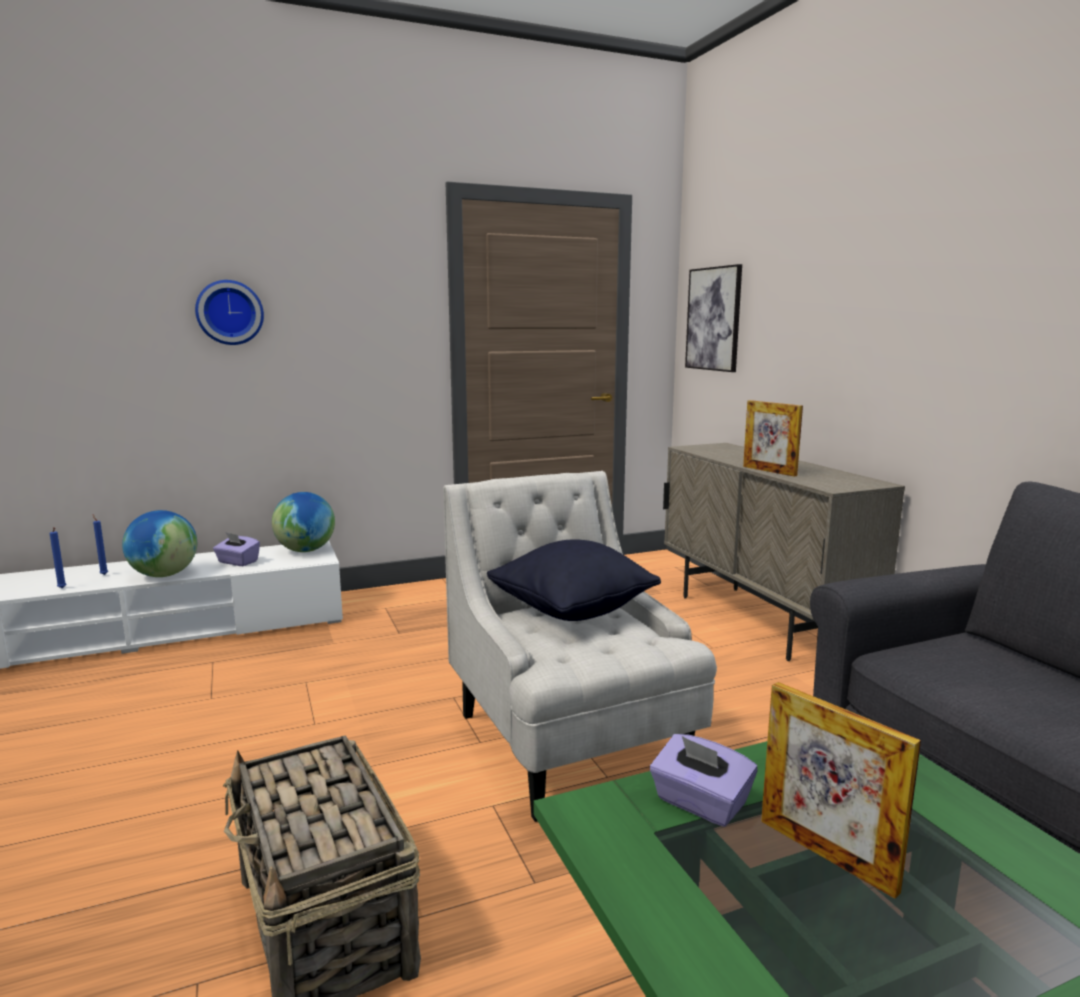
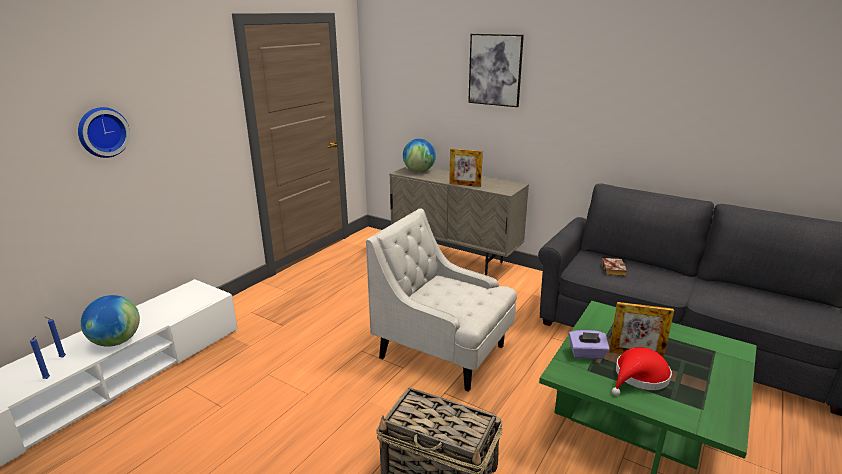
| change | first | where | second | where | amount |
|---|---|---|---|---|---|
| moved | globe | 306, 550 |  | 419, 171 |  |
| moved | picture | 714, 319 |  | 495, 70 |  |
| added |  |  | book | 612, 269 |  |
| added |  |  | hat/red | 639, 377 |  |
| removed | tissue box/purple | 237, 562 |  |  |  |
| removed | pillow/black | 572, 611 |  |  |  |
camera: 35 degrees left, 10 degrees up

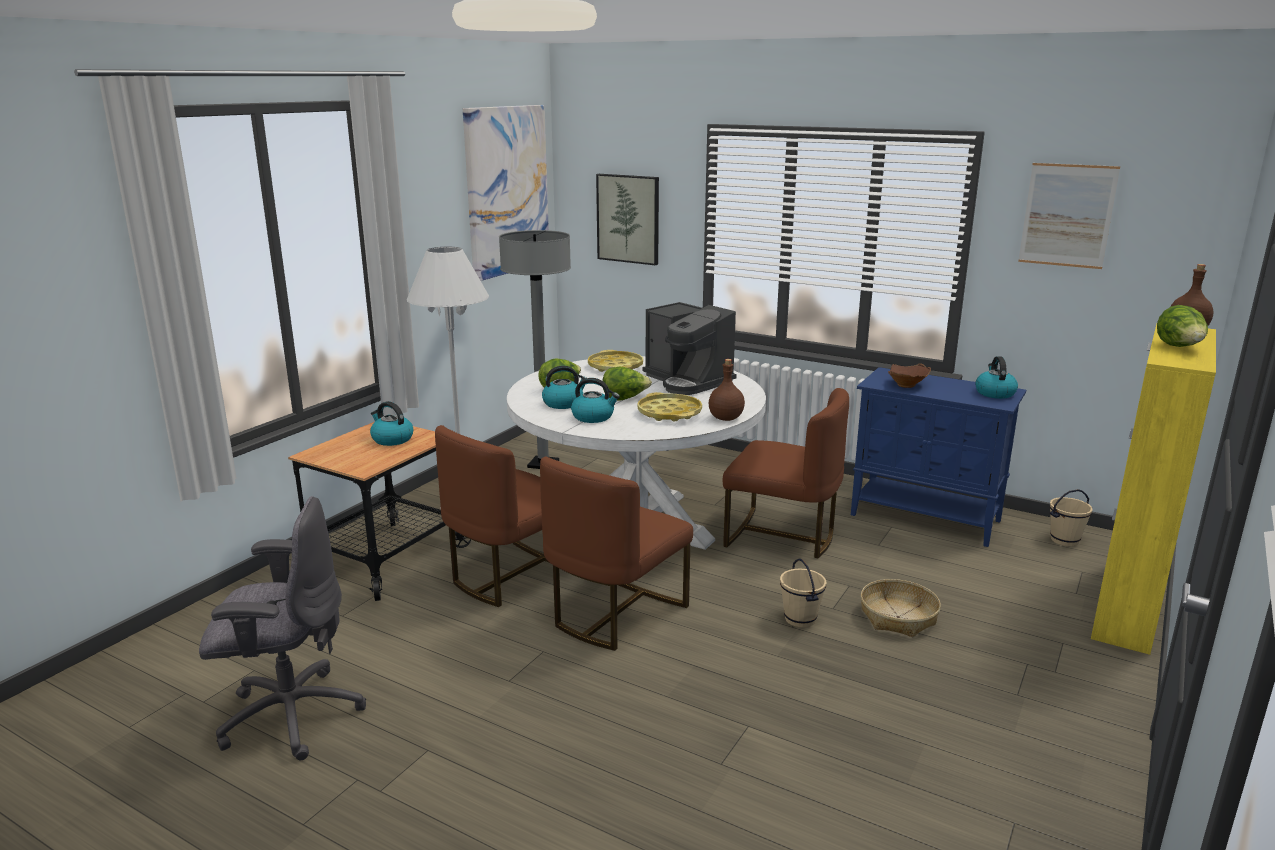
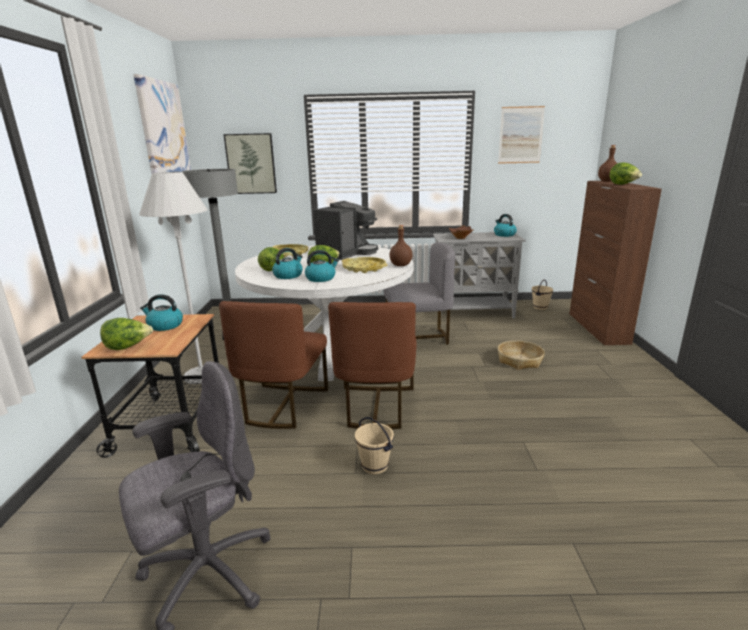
| change | first | where | second | where | amount |
|---|---|---|---|---|---|
| added |  |  | lettuce | 128, 347 |  |
| turned | coffee machine | 688, 381 |  | 346, 253 | 75 degrees counterclockwise |
| moved | bucket/beige | 800, 619 |  | 375, 465 |  |
| recoloured | chair/brown | 781, 536 | chair/grey | 417, 338 |  |
| recoloured | cabinet/blue | 926, 518 | cabinet/grey | 473, 312 |  |
| recoloured | cabinet/yellow | 1126, 607 | cabinet/brown | 598, 328 |  |
camera: 30 degrees left, 0 degrees up

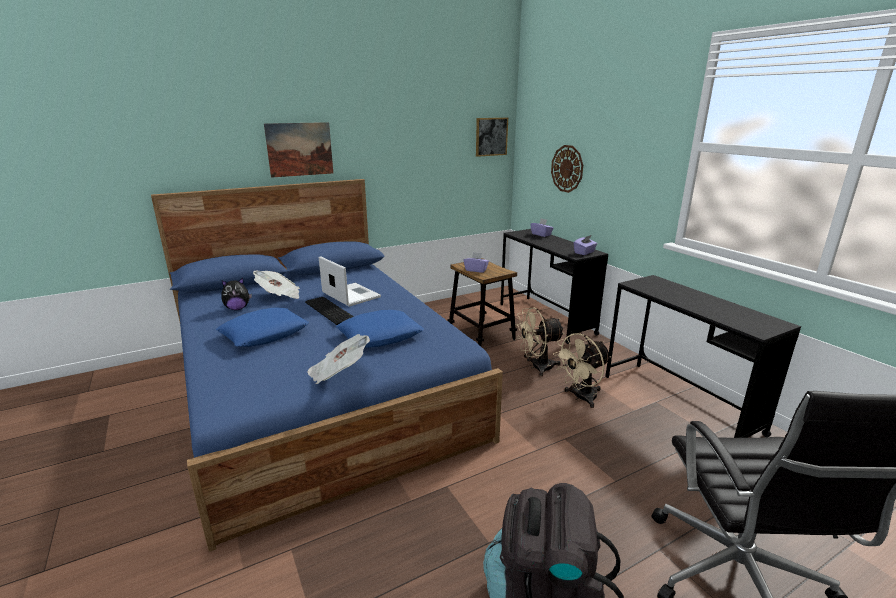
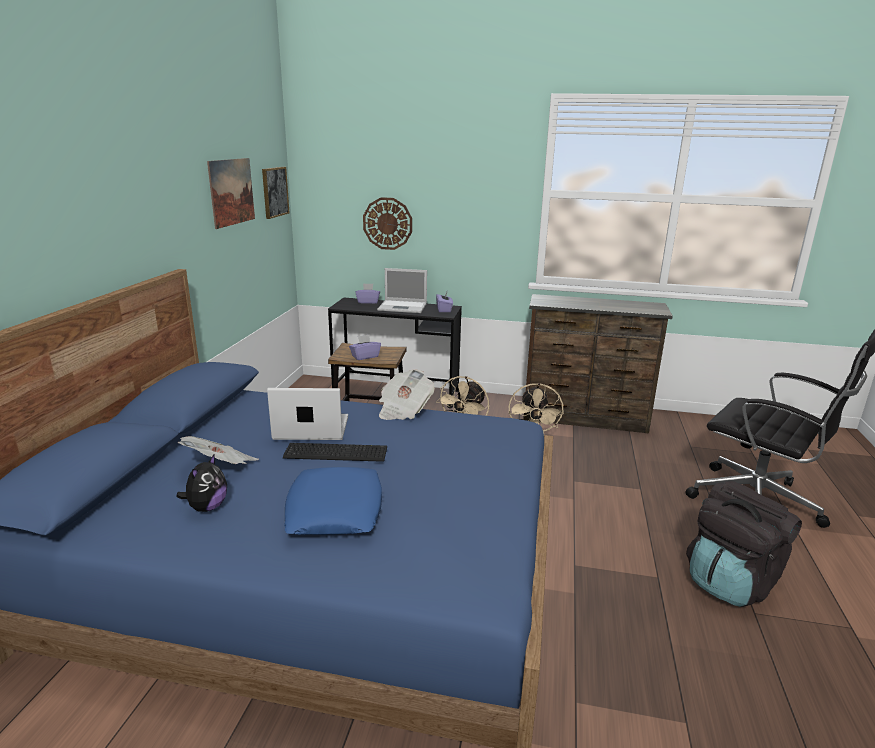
| change | first | where | second | where | amount |
|---|---|---|---|---|---|
| moved | picture | 300, 149 |  | 231, 192 |  |
| added |  |  | laptop | 403, 307 |  |
| moved | newspaper | 338, 373 |  | 403, 410 |  |
| replaced | desk/black | 679, 403 | dresser/brown | 585, 419 |  |
| removed | pillow/blue | 379, 336 |  |  |  |
camera: 50 degrees left, 0 degrees up

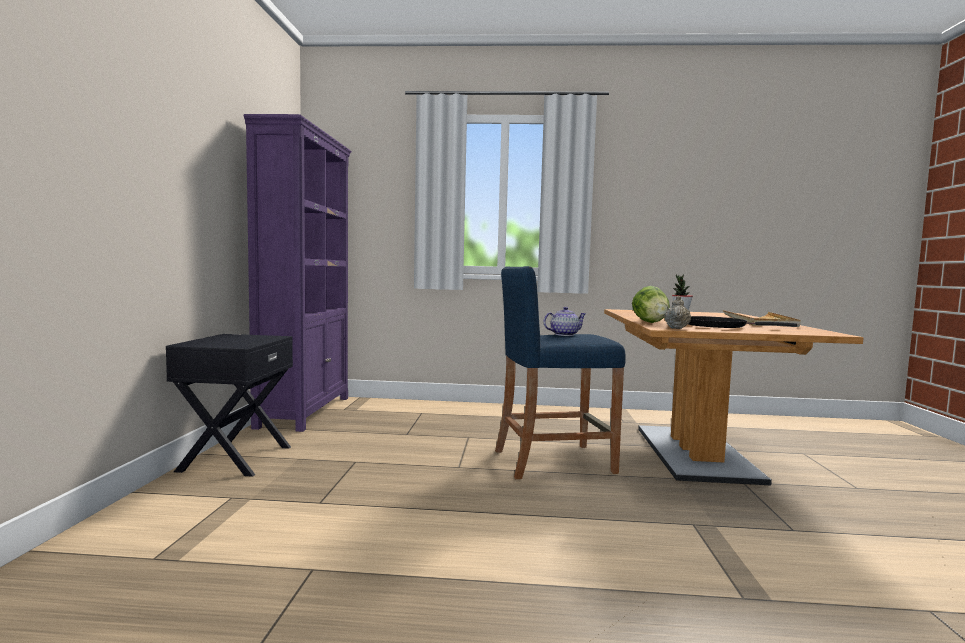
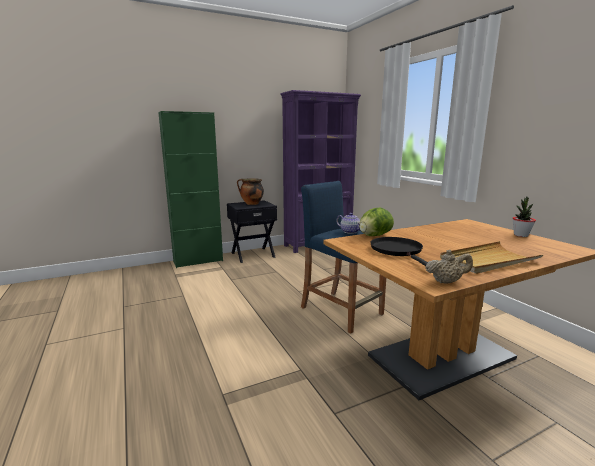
| change | first | where | second | where | amount |
|---|---|---|---|---|---|
| added |  |  | cabinet/green | 198, 261 |  |
| added |  |  | cooking pot | 251, 204 |  |
| moved | teapot/beige | 677, 328 |  | 446, 281 |  |
camera: 60 degrees right, 10 degrees up

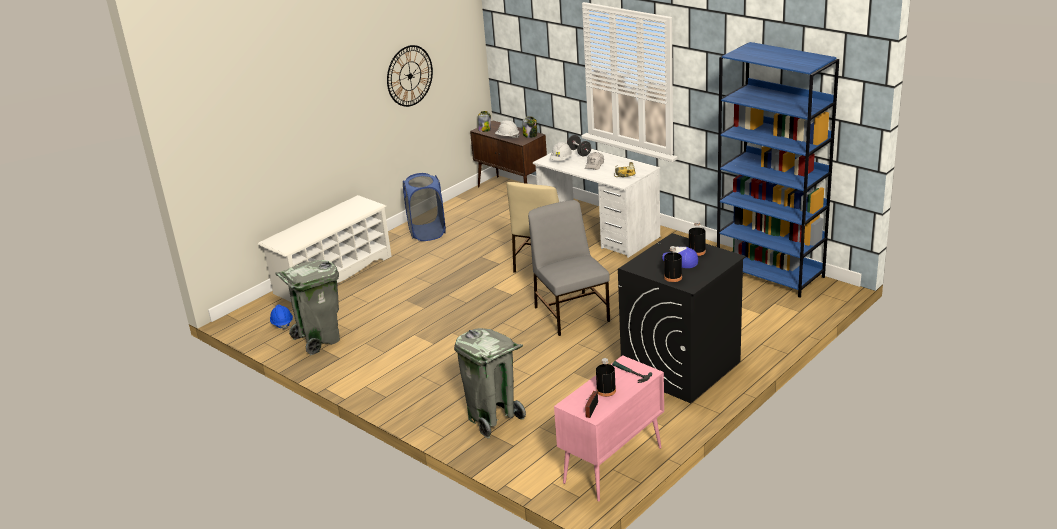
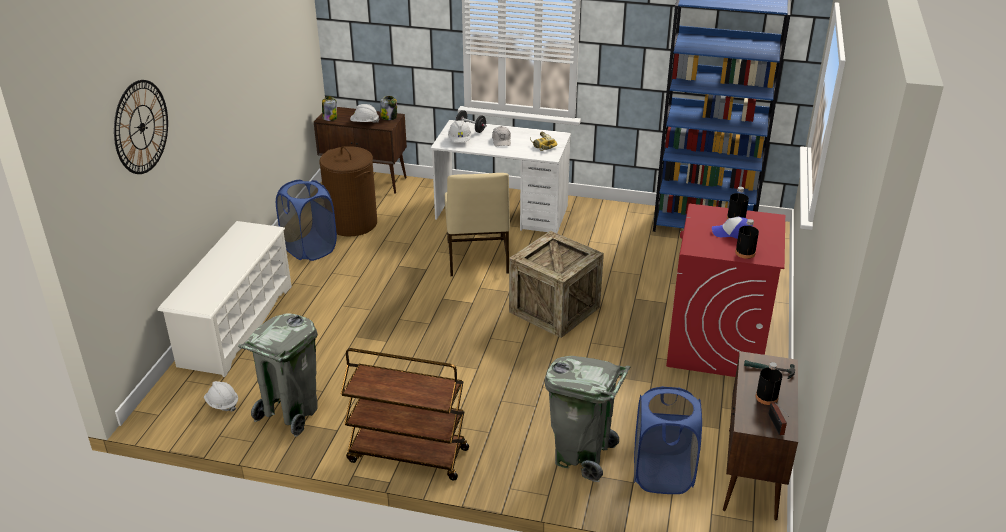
| change | first | where | second | where | amount |
|---|---|---|---|---|---|
| moved | wall clock | 410, 76 |  | 141, 127 |  |
| recoloured | hard hat/blue | 282, 323 | hard hat/white | 222, 404 |  |
| added |  |  | laundry basket/brown | 352, 223 |  |
| added |  |  | cart/brown | 407, 455 |  |
| replaced | chair/grey | 571, 313 | crate | 554, 309 |  |
| added |  |  | laundry basket/blue | 662, 474 |  |
| recoloured | washing machine/black | 681, 368 | washing machine/red | 716, 345 |  |
| recoloured | cabinet/pink | 612, 466 | cabinet/brown | 752, 474 |  |
camera: 30 degrees left, 5 degrees up

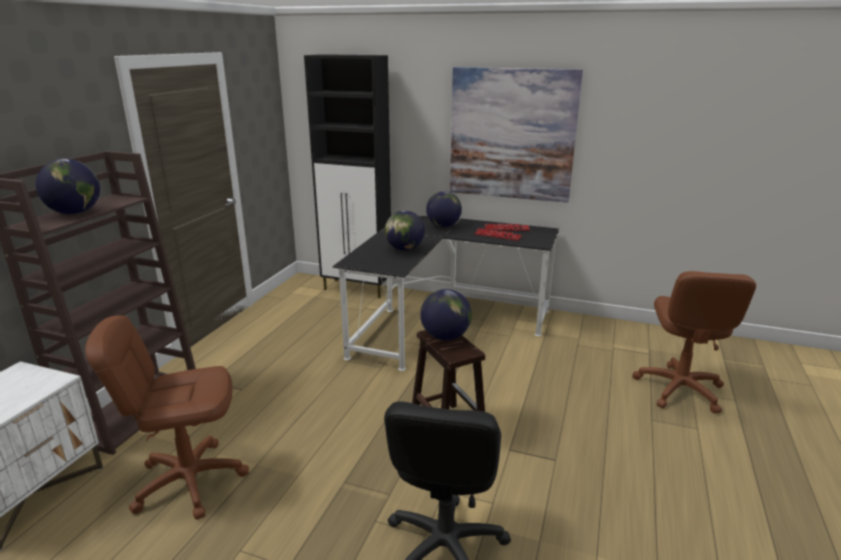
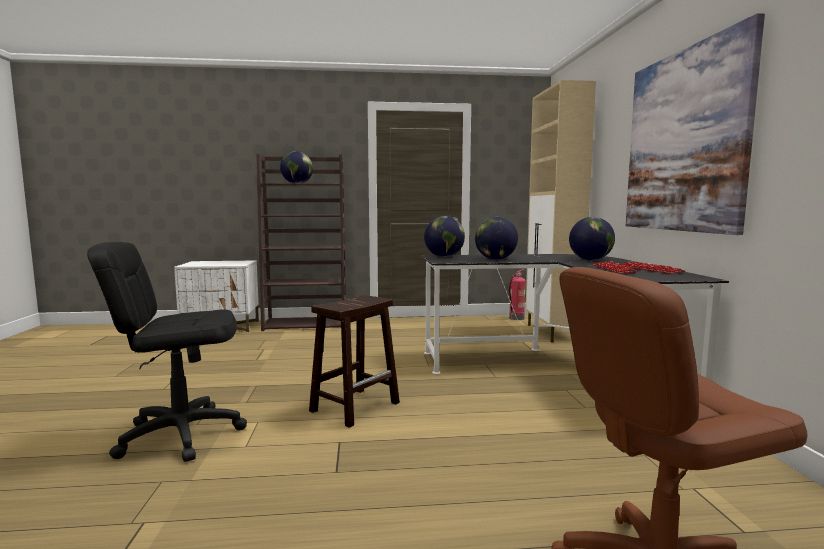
| change | first | where | second | where | amount |
|---|---|---|---|---|---|
| moved | globe | 445, 337 |  | 444, 257 |  |
| added |  |  | fire extinguisher | 516, 318 |  |
| recoloured | cabinet/black | 357, 289 | cabinet/beige | 552, 333 |  |
| removed | office chair/brown | 189, 481 |  |  |  |
camera: 65 degrees right, 15 degrees down

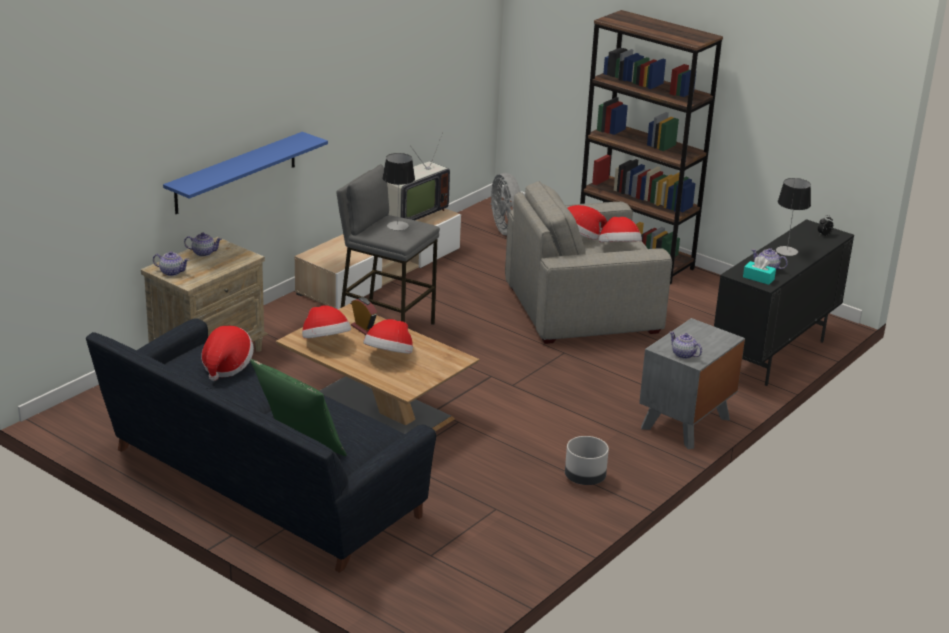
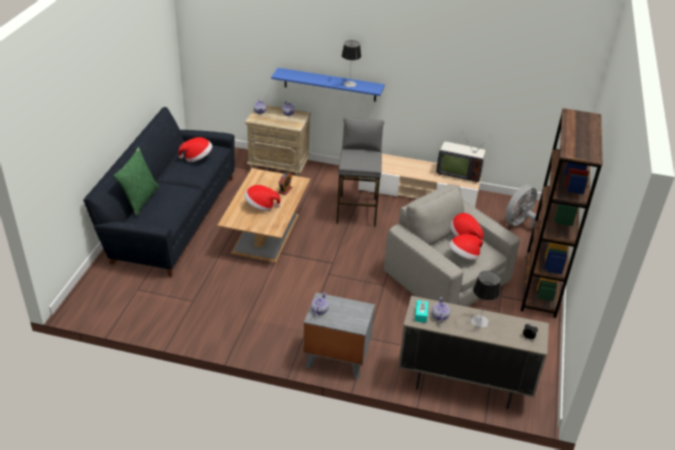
| change | first | where | second | where | amount |
|---|---|---|---|---|---|
| moved | table lamp | 397, 226 |  | 349, 84 |  |
| recoloured | cabinet/black | 774, 355 | cabinet/beige | 463, 385 |  |
| removed | hat | 325, 342 |  |  |  |
| removed | planter/grey | 584, 479 |  |  |  |
camera: 65 degrees right, 10 degrees up

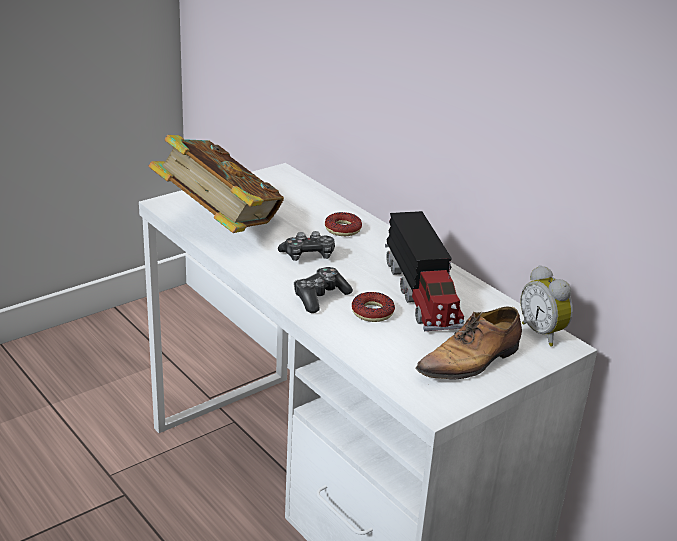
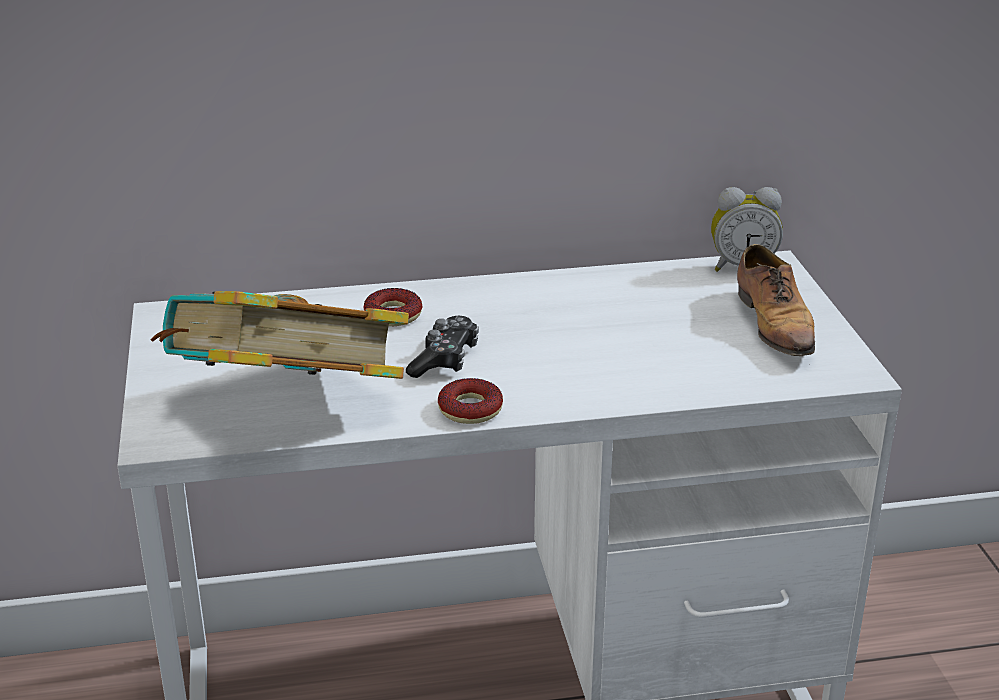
| change | first | where | second | where | amount |
|---|---|---|---|---|---|
| moved | donut | 372, 312 |  | 470, 409 |  |
| removed | game controller | 320, 297 |  |  |  |
| removed | toy truck | 422, 293 |  |  |  |
camera: 60 degrees left, 0 degrees up

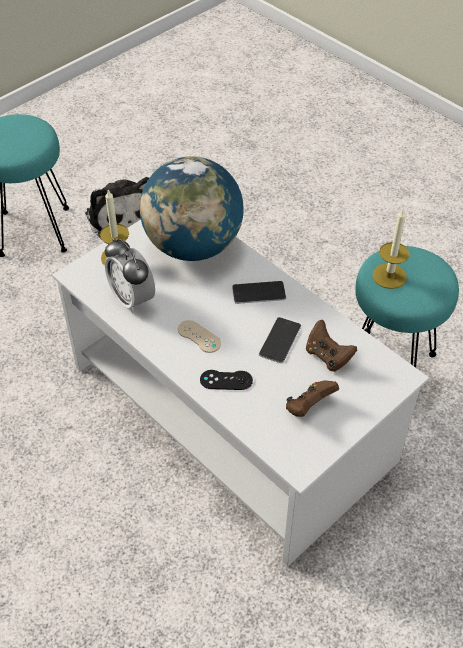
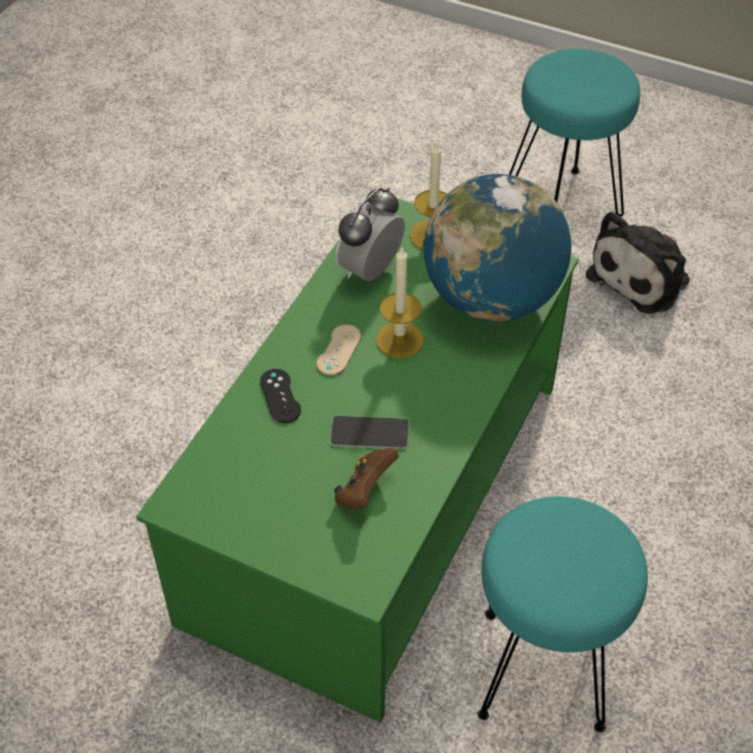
| change | first | where | second | where | amount |
|---|---|---|---|---|---|
| recoloured | coffee table/white | 232, 413 | coffee table/green | 375, 501 |  |
| moved | candle | 389, 276 |  | 399, 340 |  |
| removed | phone | 259, 292 |  |  |  |
| removed | game controller/brown | 309, 407 |  |  |  |
camera: 70 degrees right, 0 degrees up

